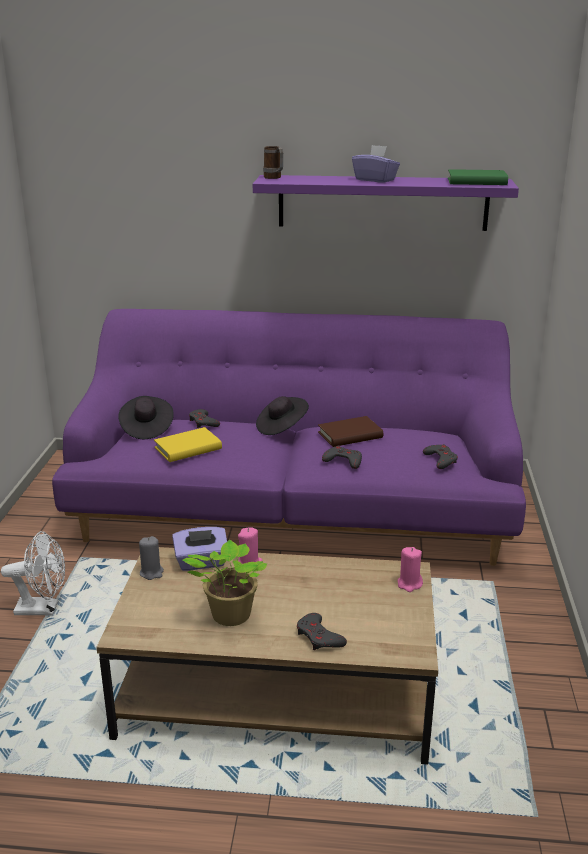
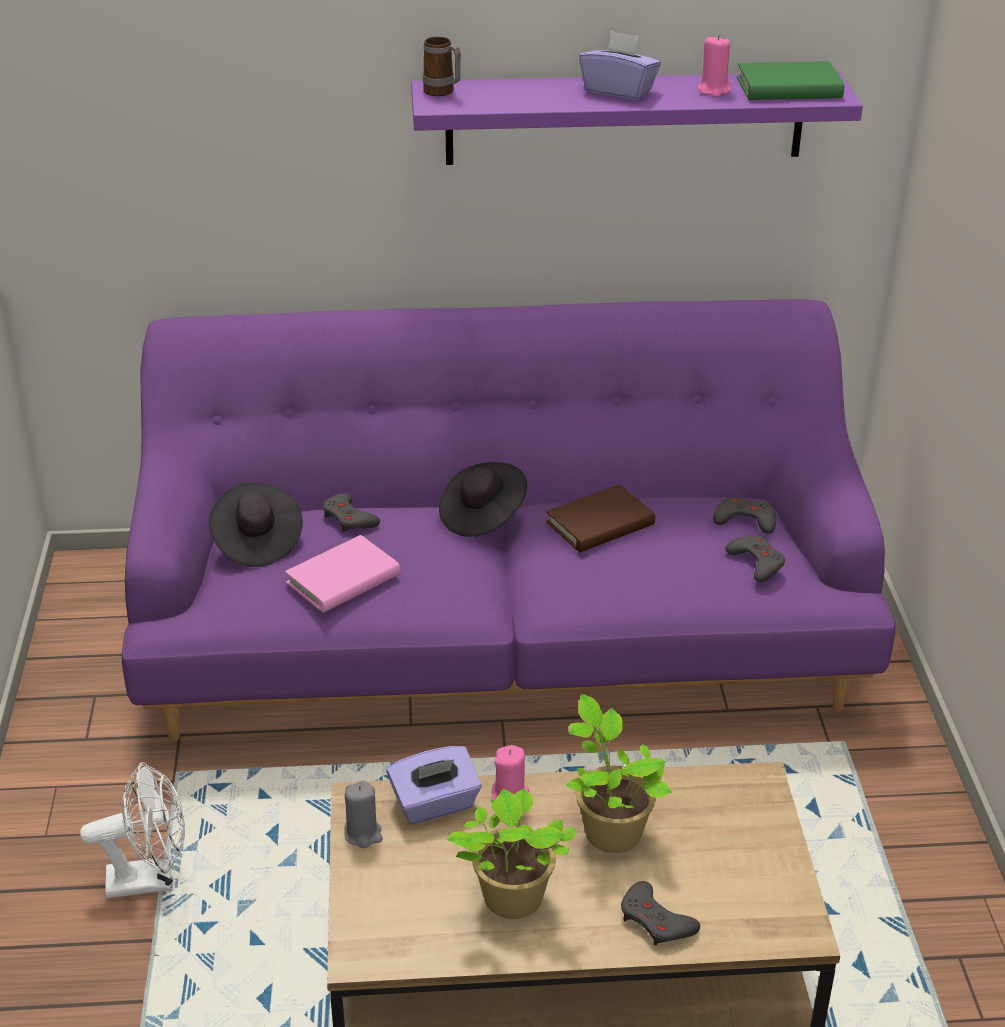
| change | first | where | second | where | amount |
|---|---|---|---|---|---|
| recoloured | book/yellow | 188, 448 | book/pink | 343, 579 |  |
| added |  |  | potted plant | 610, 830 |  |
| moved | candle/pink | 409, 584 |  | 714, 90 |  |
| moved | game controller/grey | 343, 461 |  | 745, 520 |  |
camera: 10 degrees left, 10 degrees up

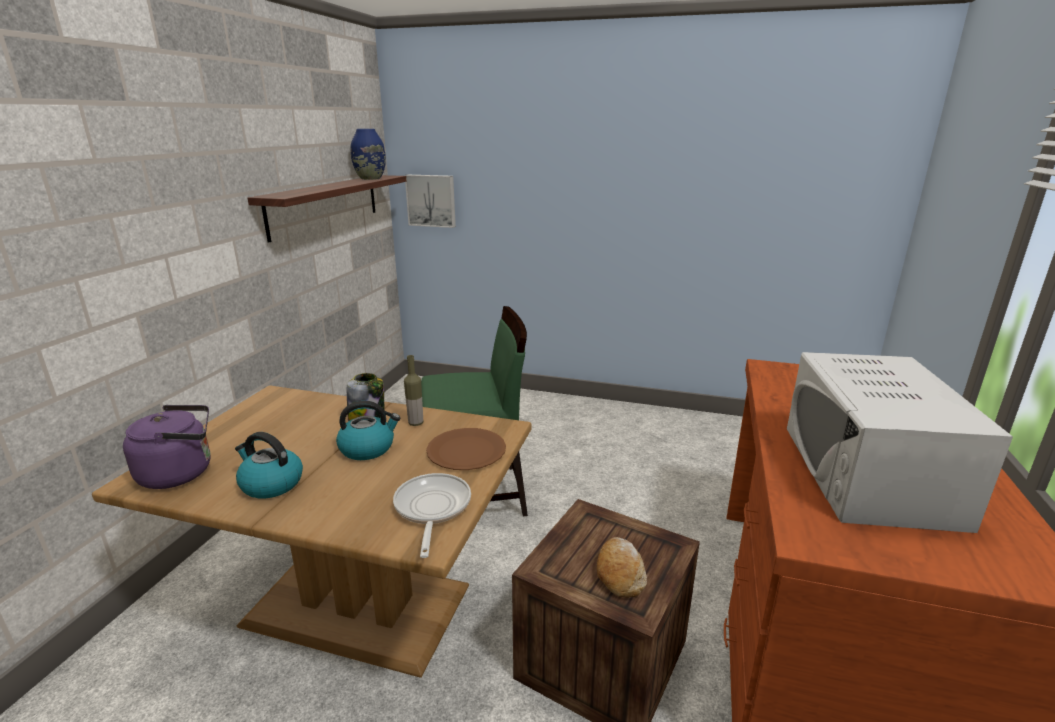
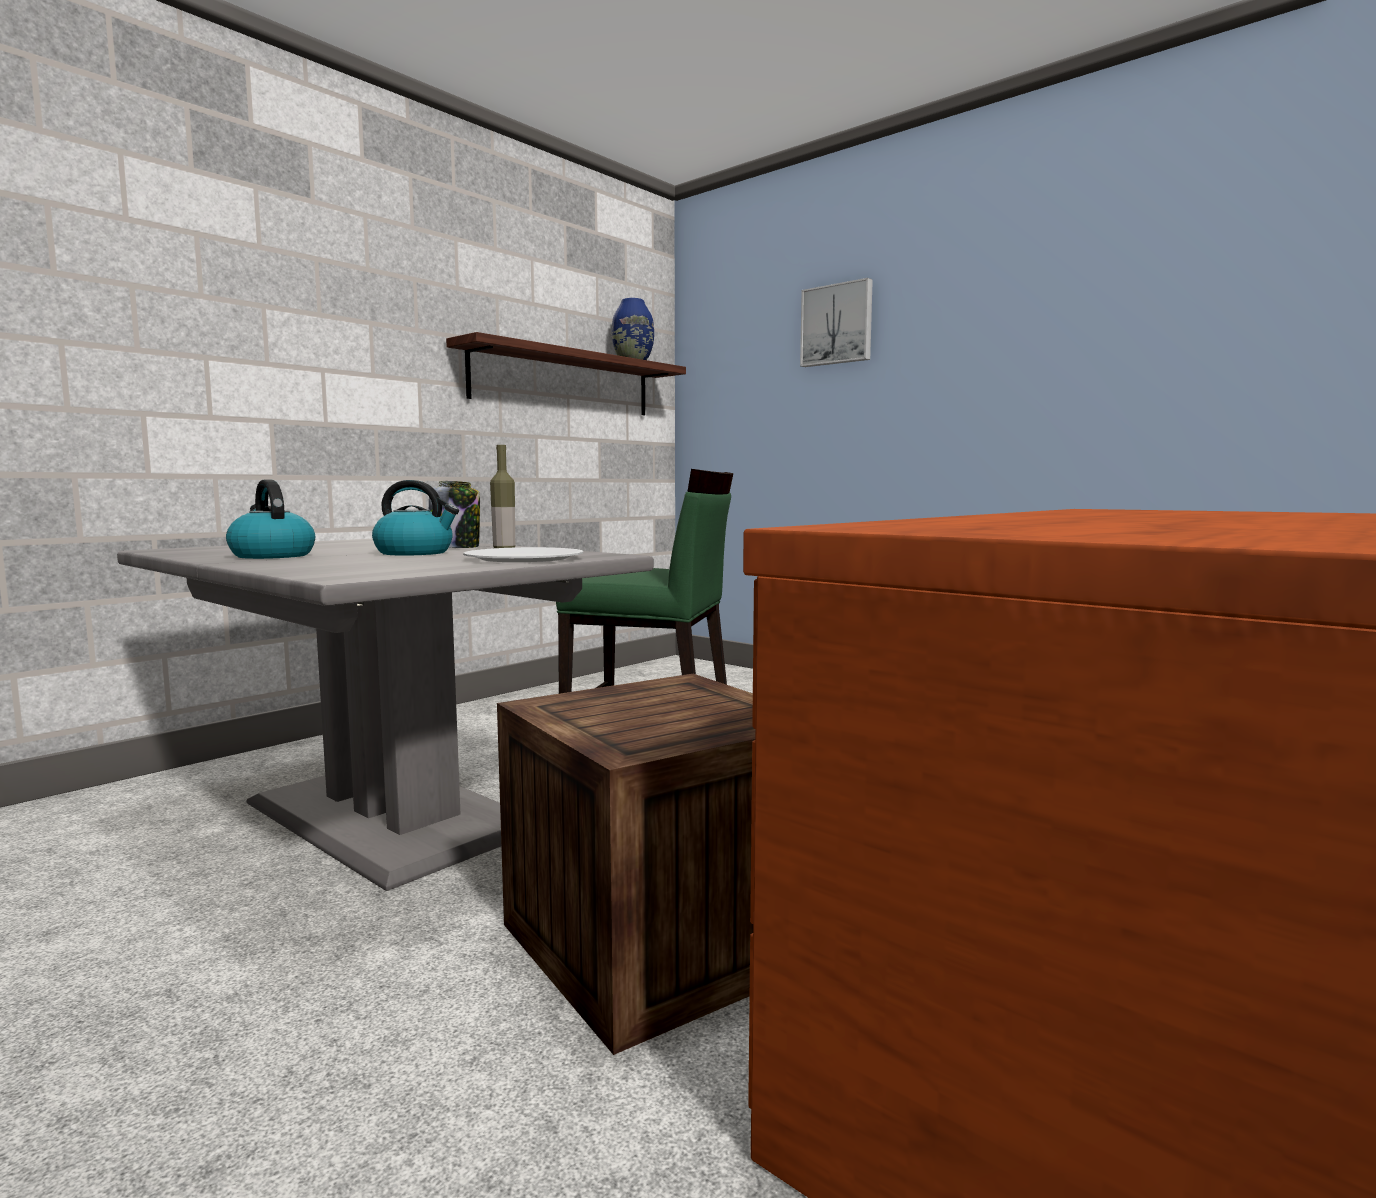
| change | first | where | second | where | amount |
|---|---|---|---|---|---|
| recoloured | dining table/brown | 357, 607 | dining table/grey | 388, 816 |  |
| recoloured | plate/brown | 466, 451 | plate/white | 524, 558 |  |
| moved | picture | 431, 200 |  | 837, 324 |  |
| removed | kettle/purple | 181, 473 |  |  |  |
| removed | frying pan | 431, 509 |  |  |  |
| removed | bread | 620, 573 |  |  |  |
| removed | microwave/white | 868, 474 |  |  |  |
camera: 25 degrees right, 15 degrees down

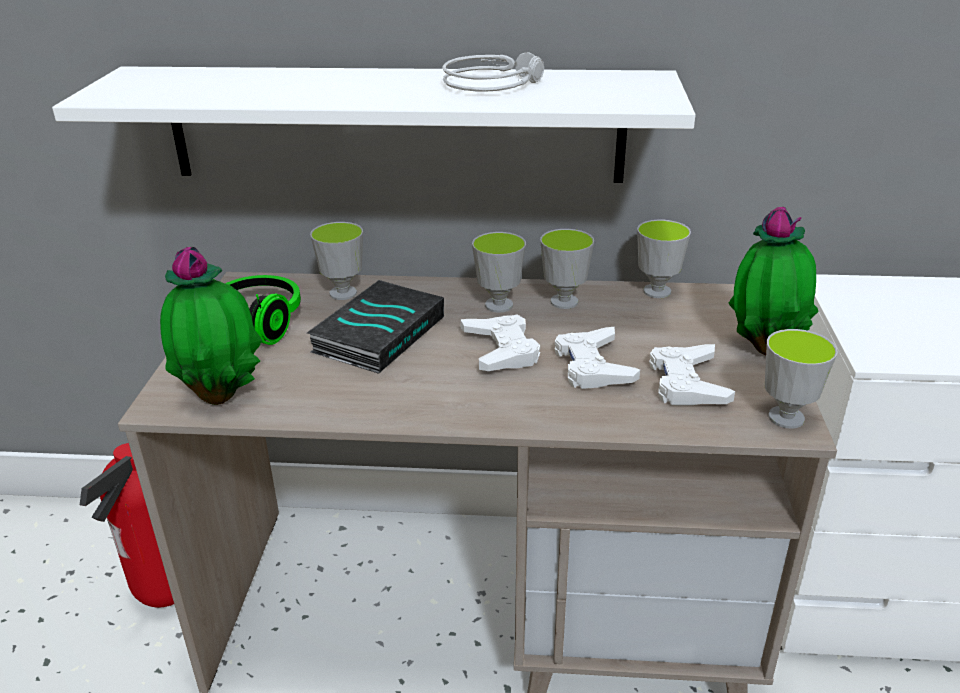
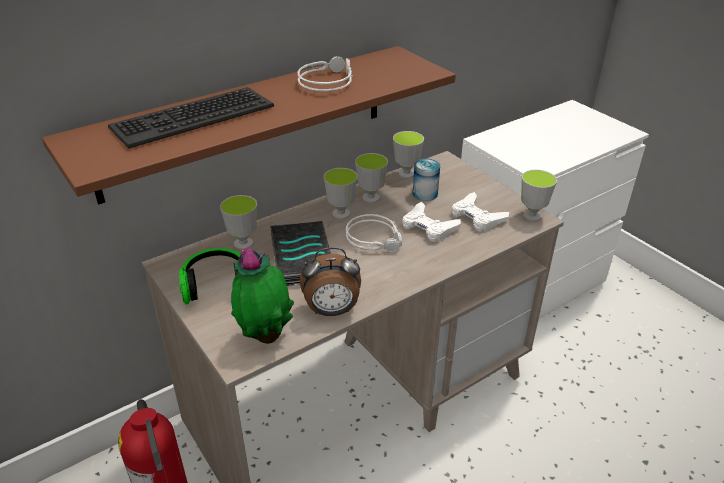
| change | first | where | second | where | amount |
|---|---|---|---|---|---|
| recoloured | shelf/white | 395, 124 | shelf/brown | 247, 121 |  |
| added |  |  | keyboard | 193, 117 |  |
| added |  |  | alarm clock | 332, 311 |  |
| replaced | game controller/white | 501, 350 | headphones/grey | 376, 238 |  |
| added |  |  | can | 425, 194 |  |
| removed | potted plant | 764, 348 |  |  |  |
camera: 40 degrees left, 5 degrees up

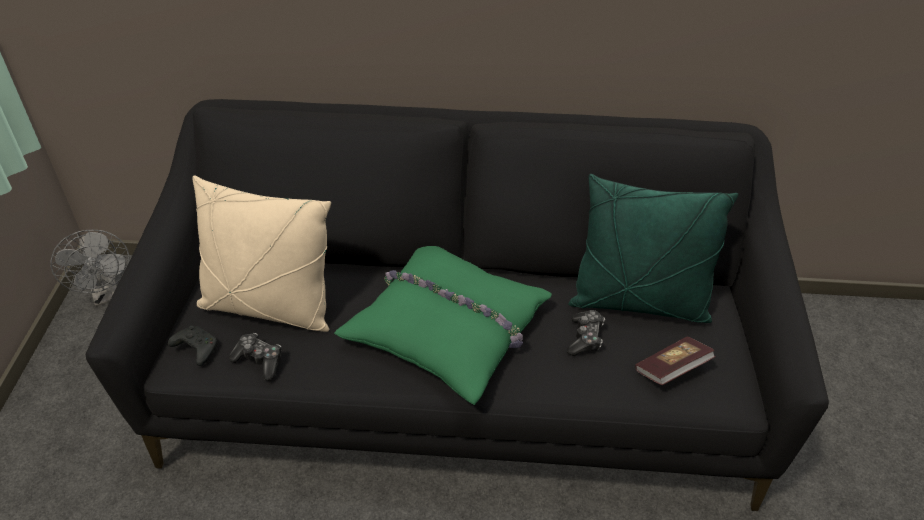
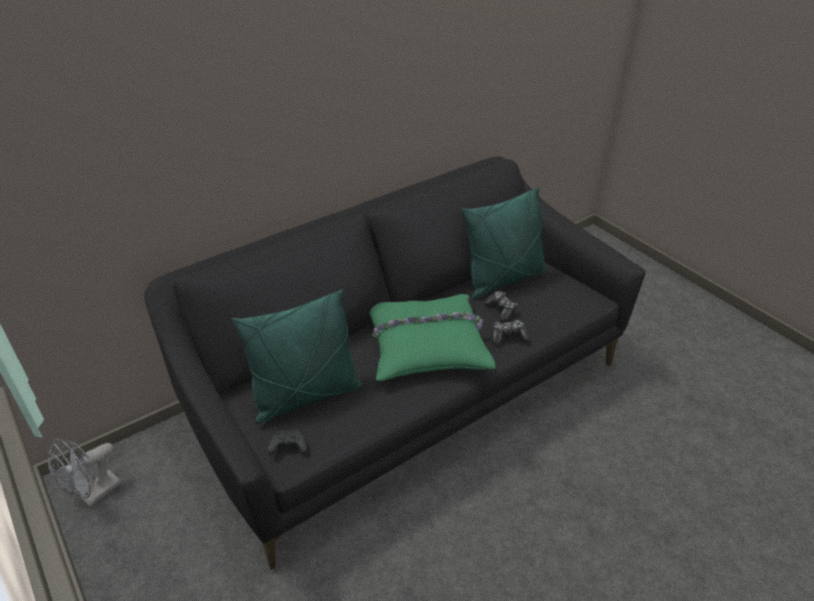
| change | first | where | second | where | amount |
|---|---|---|---|---|---|
| turned | fan/grey | 106, 295 |  | 94, 494 | 105 degrees clockwise |
| recoloured | pillow/beige | 269, 307 | pillow/green | 306, 396 |  |
| moved | game controller | 259, 360 |  | 508, 336 |  |
| removed | book | 672, 370 |  |  |  |
camera: 40 degrees left, 5 degrees down

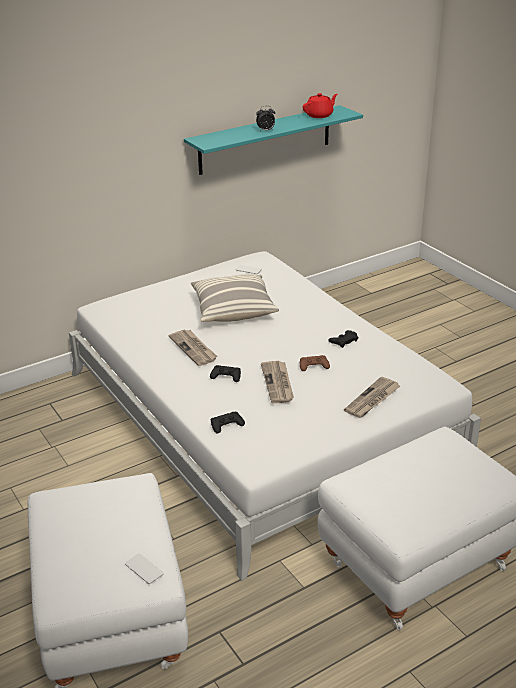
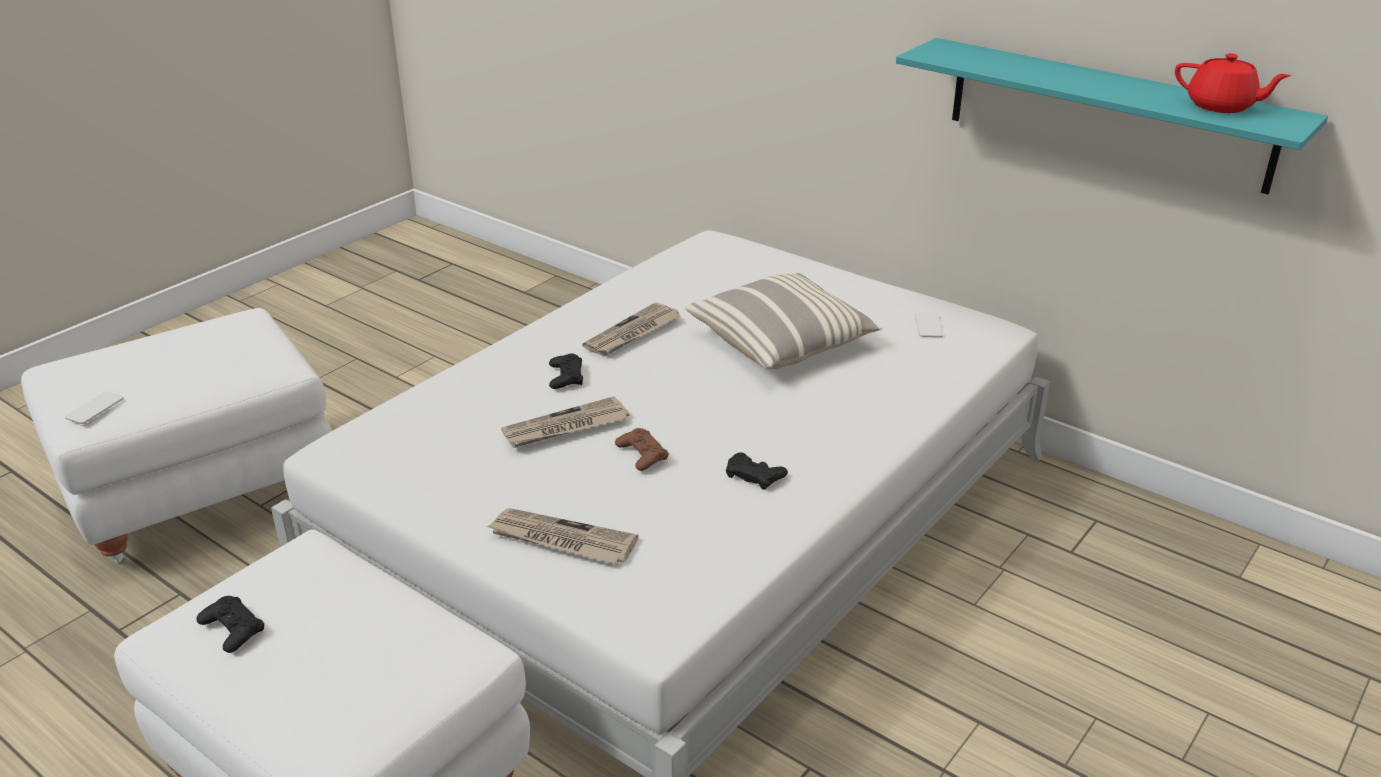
| change | first | where | second | where | amount |
|---|---|---|---|---|---|
| moved | game controller/black | 226, 425 |  | 232, 629 |  |
| removed | alarm clock | 266, 130 |  |  |  |
camera: 70 degrees right, 0 degrees up

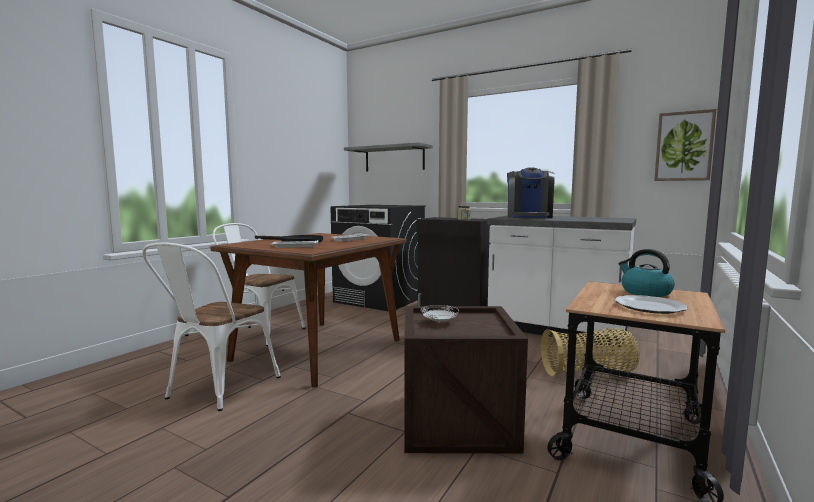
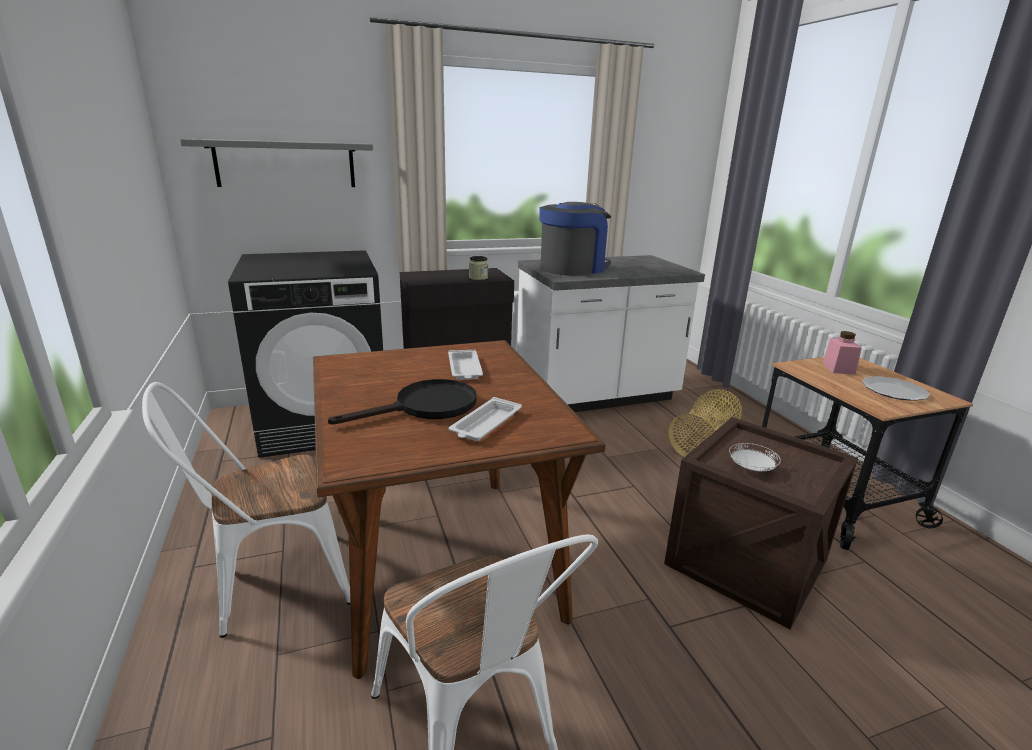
| change | first | where | second | where | amount |
|---|---|---|---|---|---|
| turned | coffee machine | 529, 217 |  | 573, 268 | 90 degrees counterclockwise |
| replaced | kettle | 645, 292 | jar/pink | 838, 368 |  |
| removed | picture | 684, 146 |  |  |  |
camera: 50 degrees left, 15 degrees up

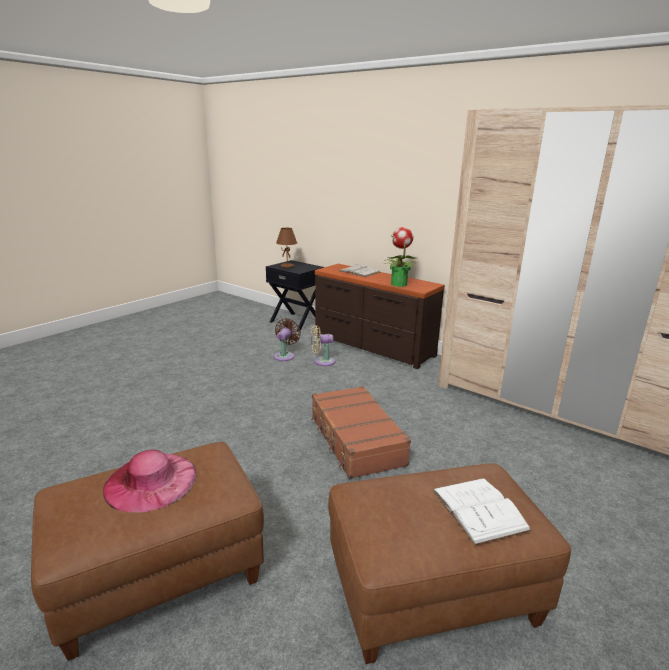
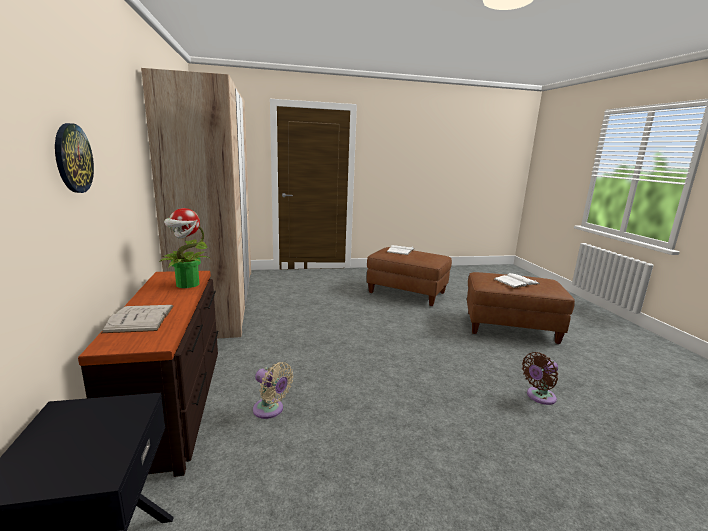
| change | first | where | second | where | amount |
|---|---|---|---|---|---|
| added |  |  | wall clock | 73, 158 |  |
| replaced | hat/pink | 151, 481 | book/white | 516, 281 |  |
| moved | fan/brown | 285, 356 |  | 539, 397 |  |
| removed | table lamp/brown | 287, 266 |  |  |  |
| removed | suitcase/brown | 355, 440 |  |  |  |
camera: 140 degrees left, 5 degrees down

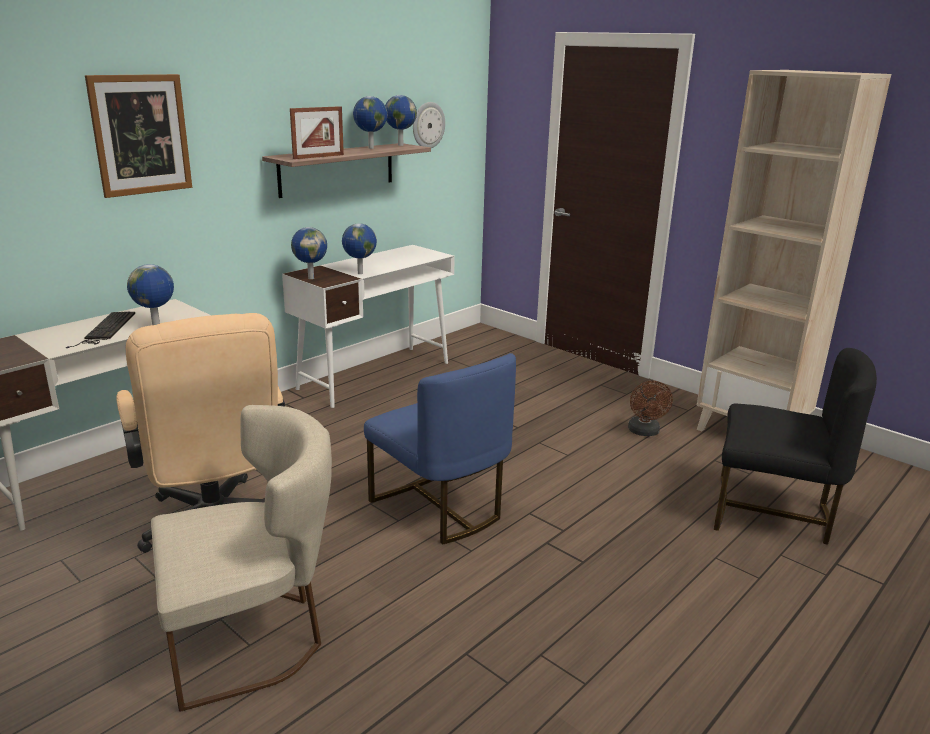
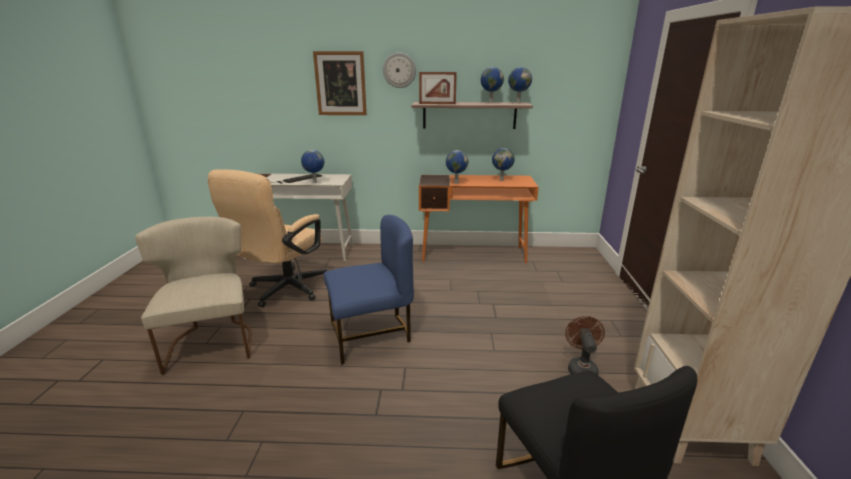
| change | first | where | second | where | amount |
|---|---|---|---|---|---|
| turned | chair/beige | 253, 637 |  | 212, 341 | 135 degrees counterclockwise |
| turned | chair/blue | 440, 507 |  | 371, 335 | 120 degrees counterclockwise |
| moved | wall clock | 428, 125 |  | 399, 70 |  |
| recoloured | desk/white | 375, 375 | desk/orange | 473, 254 |  |
| moved | globe | 311, 278 |  | 501, 180 |  |
| turned | fan/brown | 644, 432 |  | 581, 368 | 135 degrees clockwise |
camera: 50 degrees right, 0 degrees up

